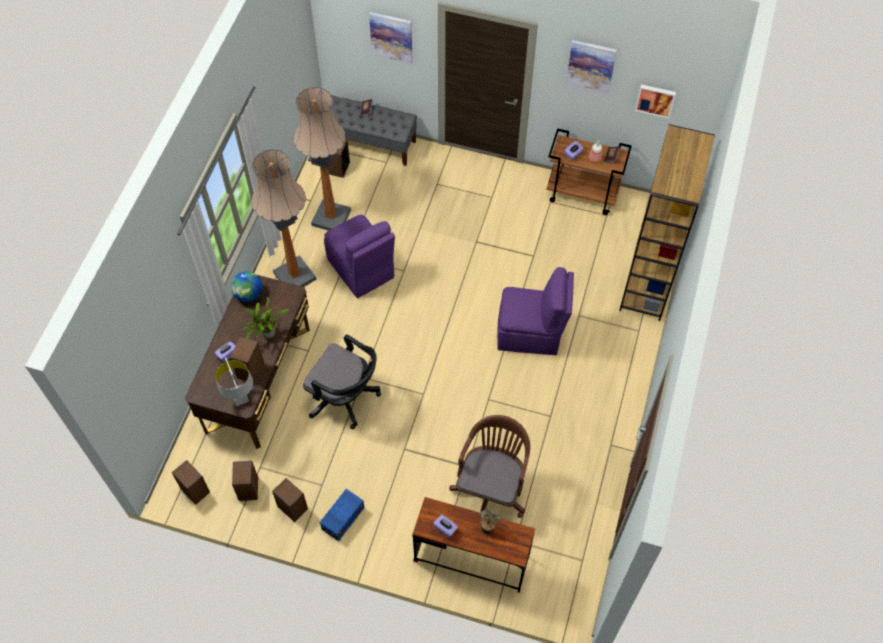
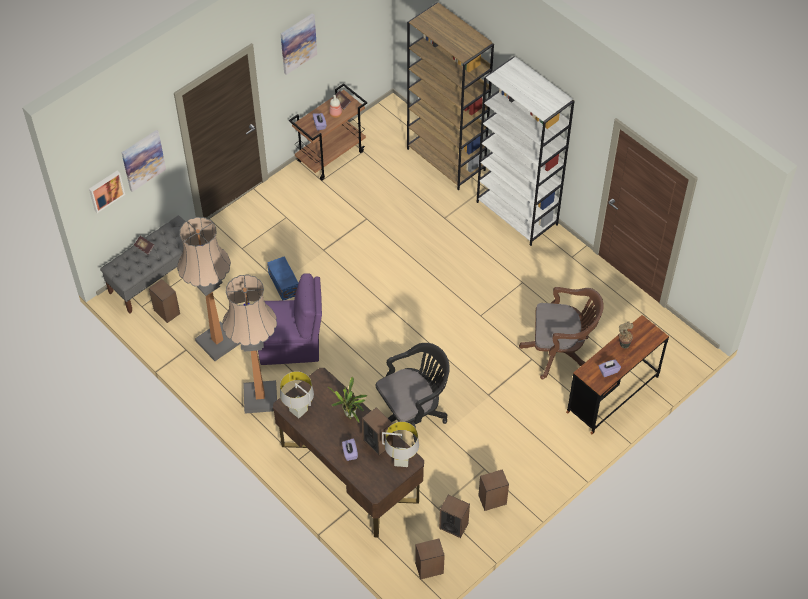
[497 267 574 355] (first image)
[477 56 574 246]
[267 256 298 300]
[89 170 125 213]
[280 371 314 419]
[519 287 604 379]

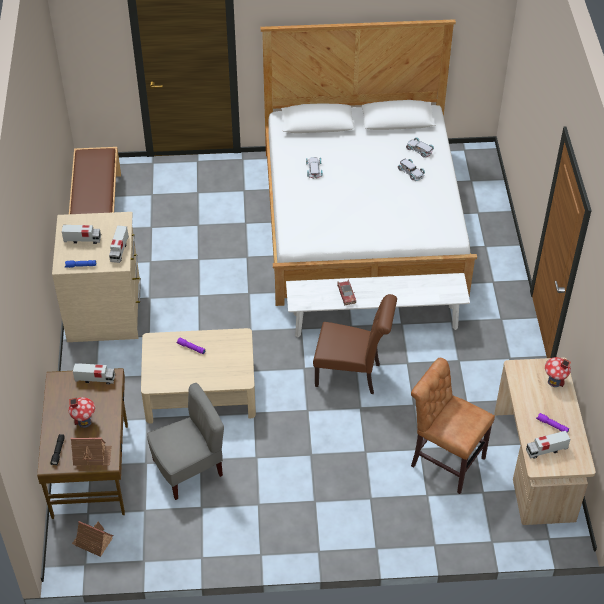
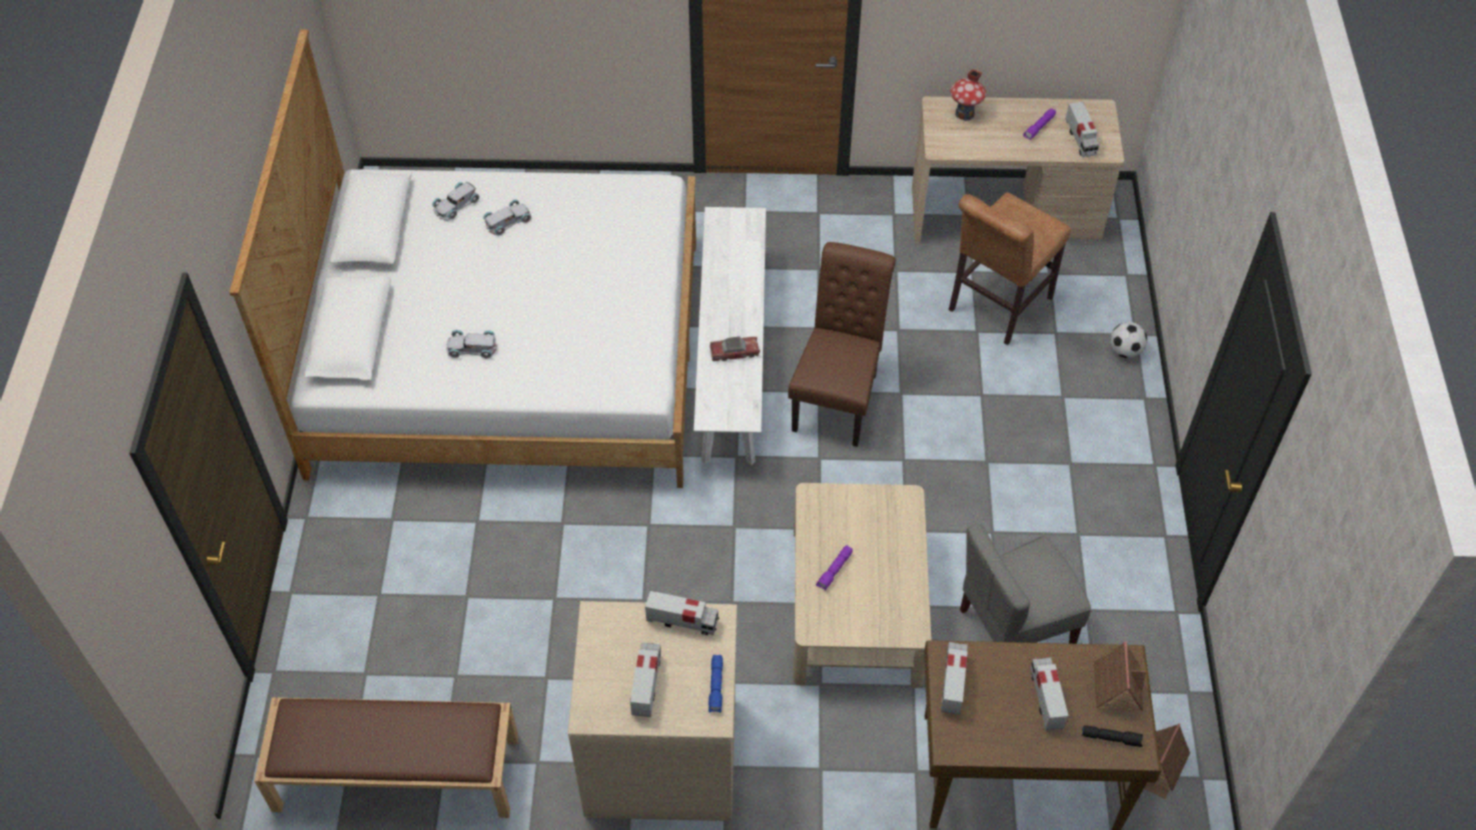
[1110 322 1147 358]
[1030 657 1068 731]
[960 523 1091 644]

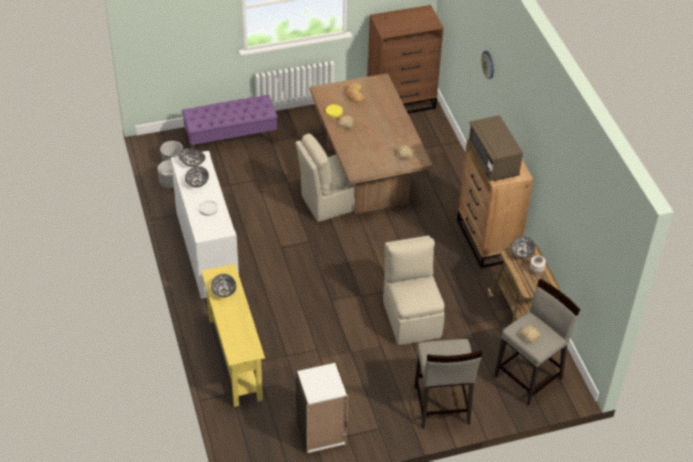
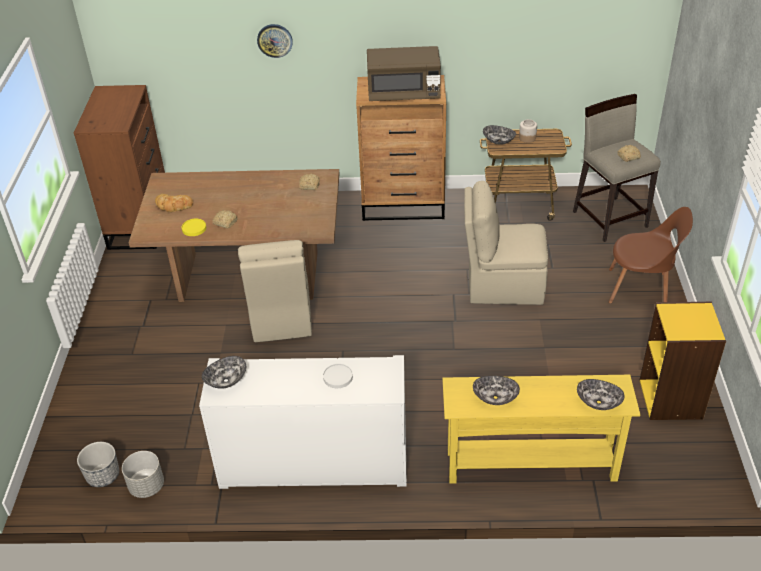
[182 95 277 149] (first image)
[577 379 625 410]
[608 207 693 304]
[640 302 726 420]

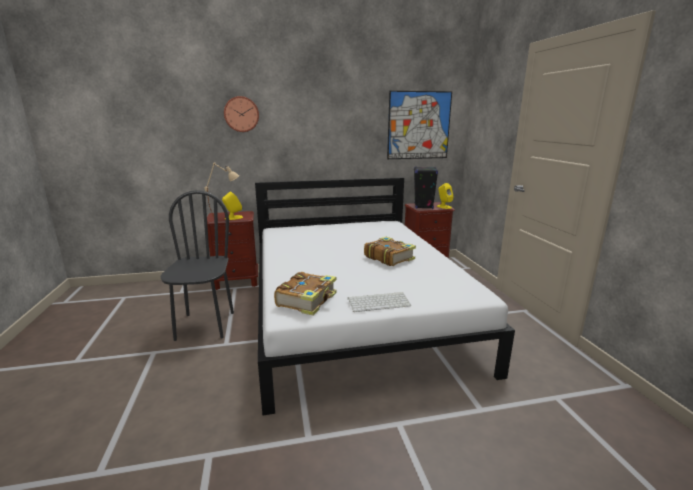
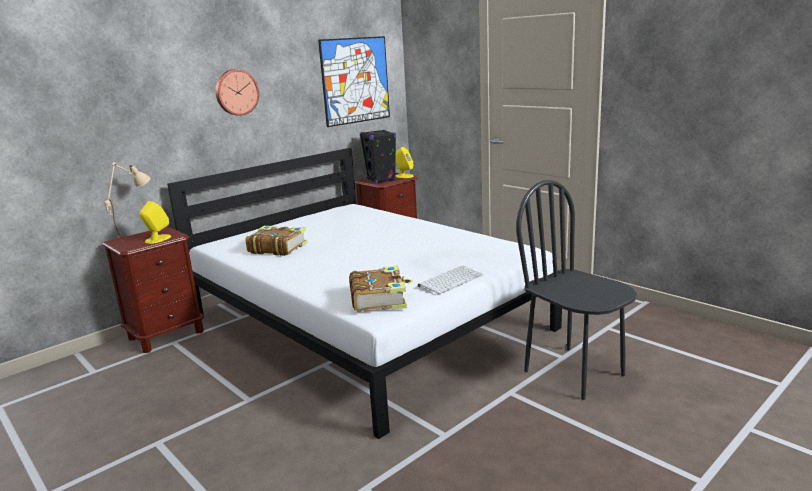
[516 180 637 400]
[216 69 259 116]
[246 225 308 256]

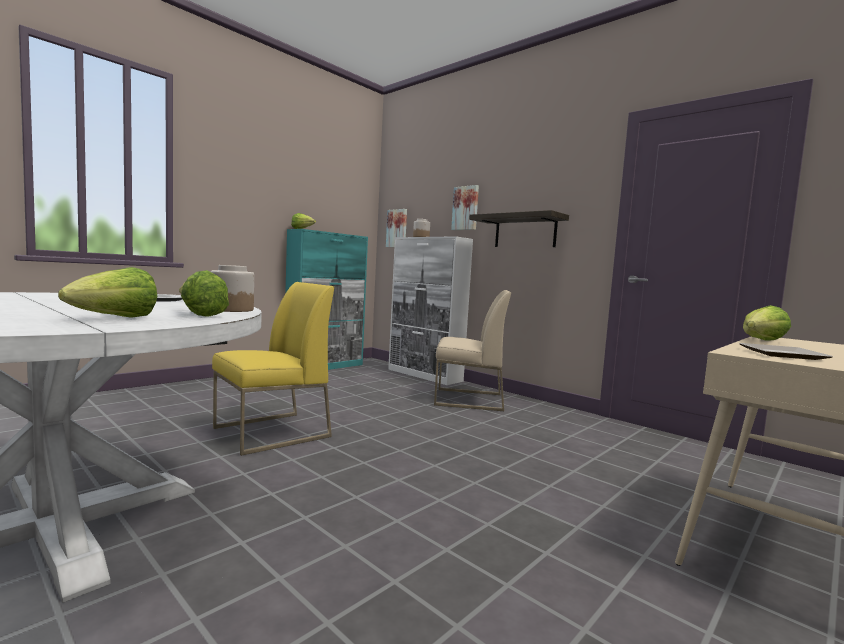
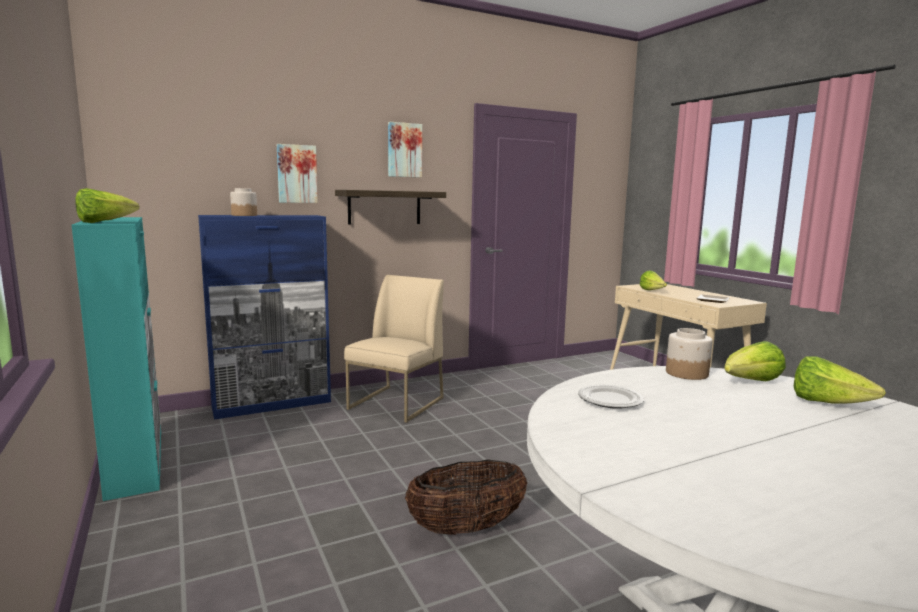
[388 122 422 178]
[405 459 527 535]
[198 215 331 420]

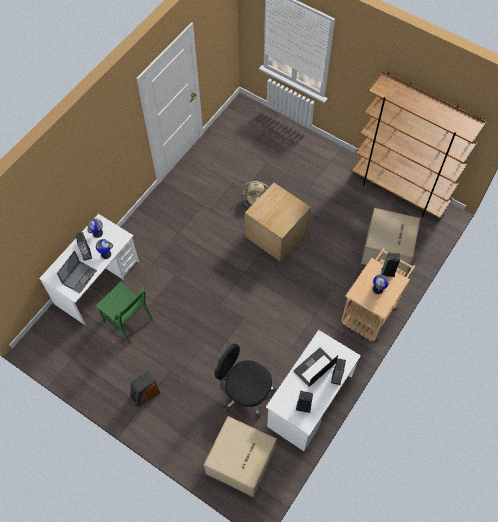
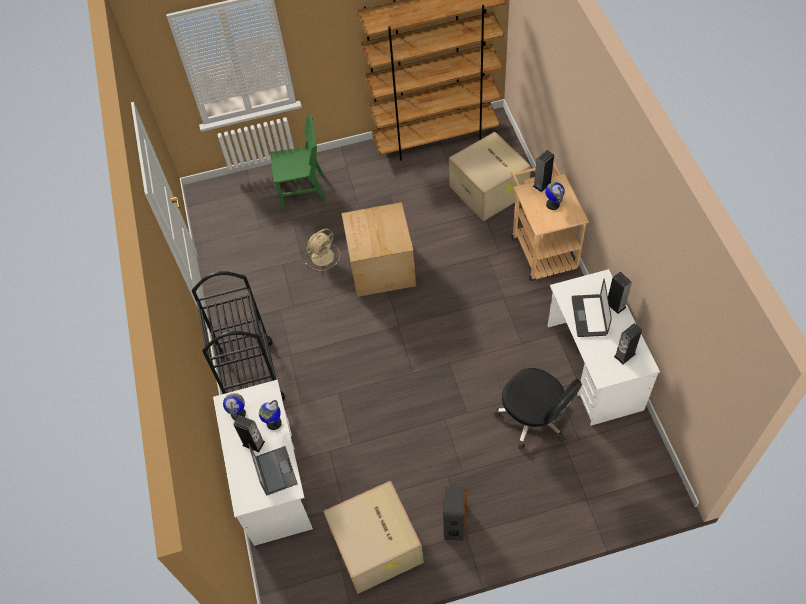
[192 271 285 400]
[270 114 327 209]
[323 481 424 594]
[494 368 582 450]

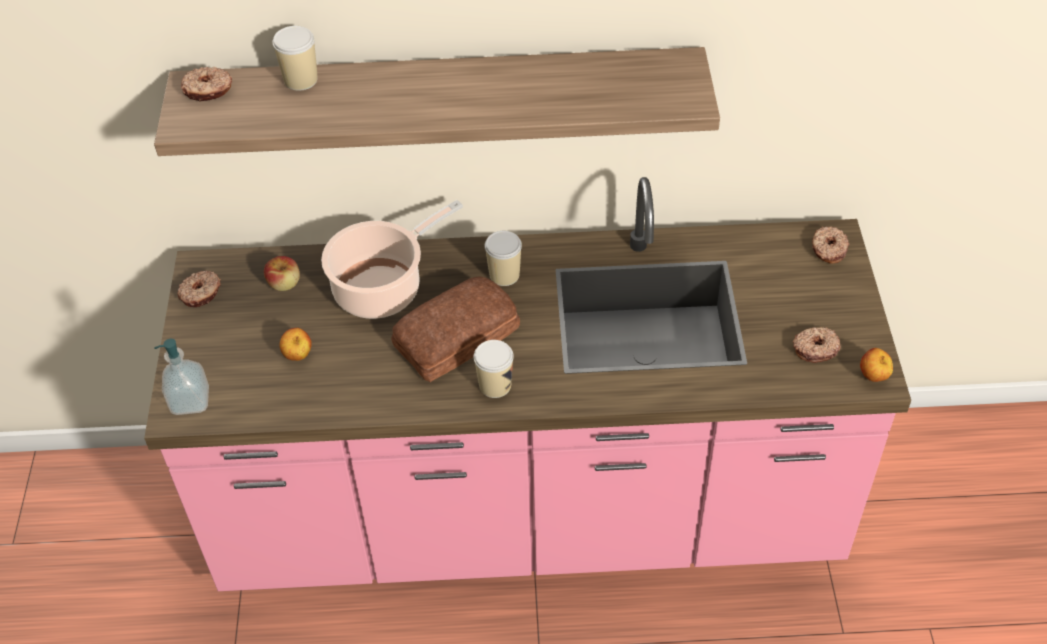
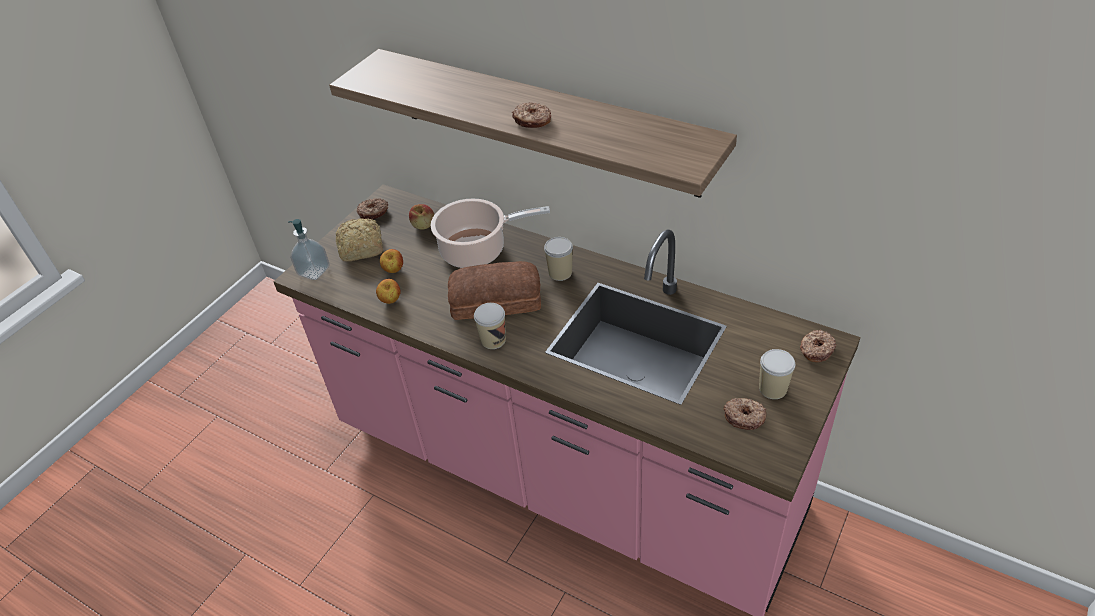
[336 218 383 261]
[512 102 551 128]
[759 349 795 399]
[376 279 401 304]

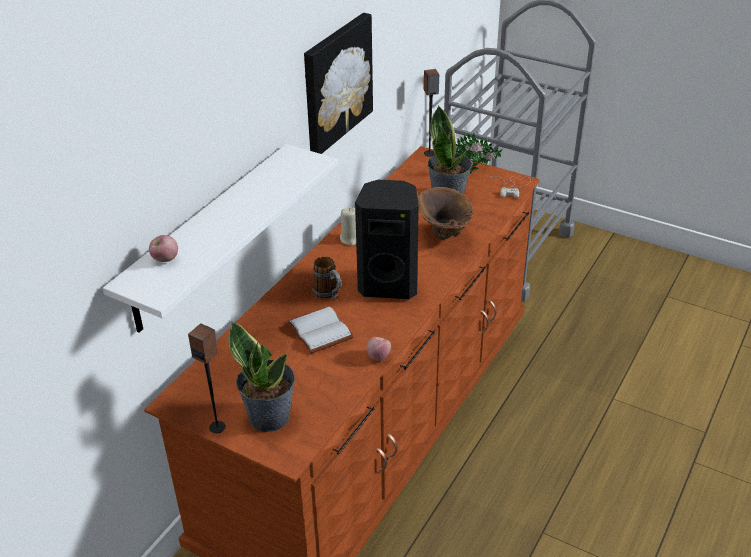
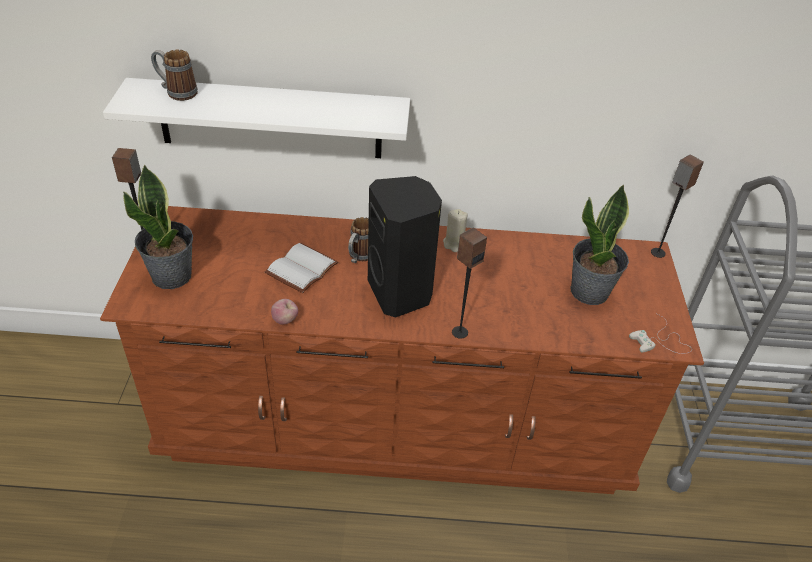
[304 13 373 154] (first image)
[417 187 474 239] (first image)
[456 133 502 174] (first image)
[452 228 487 339]
[151 49 198 101]

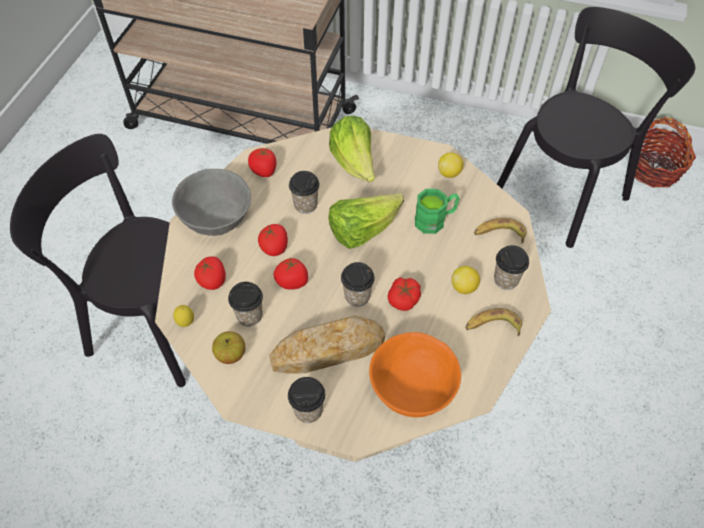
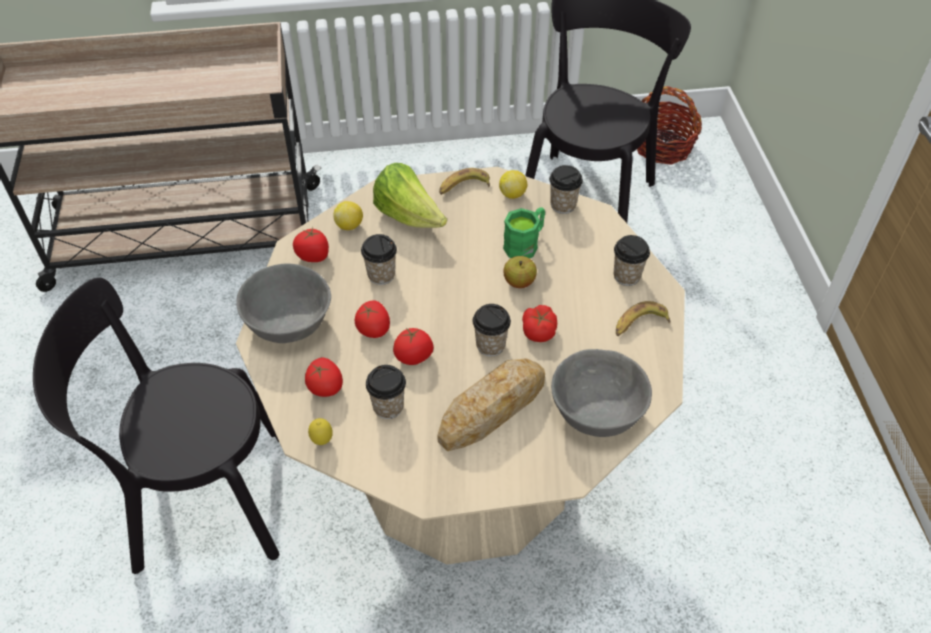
[328 193 404 249] (first image)
[503 256 537 288]
[549 165 583 214]
[333 201 363 230]
[439 168 490 195]
[551 349 652 437]

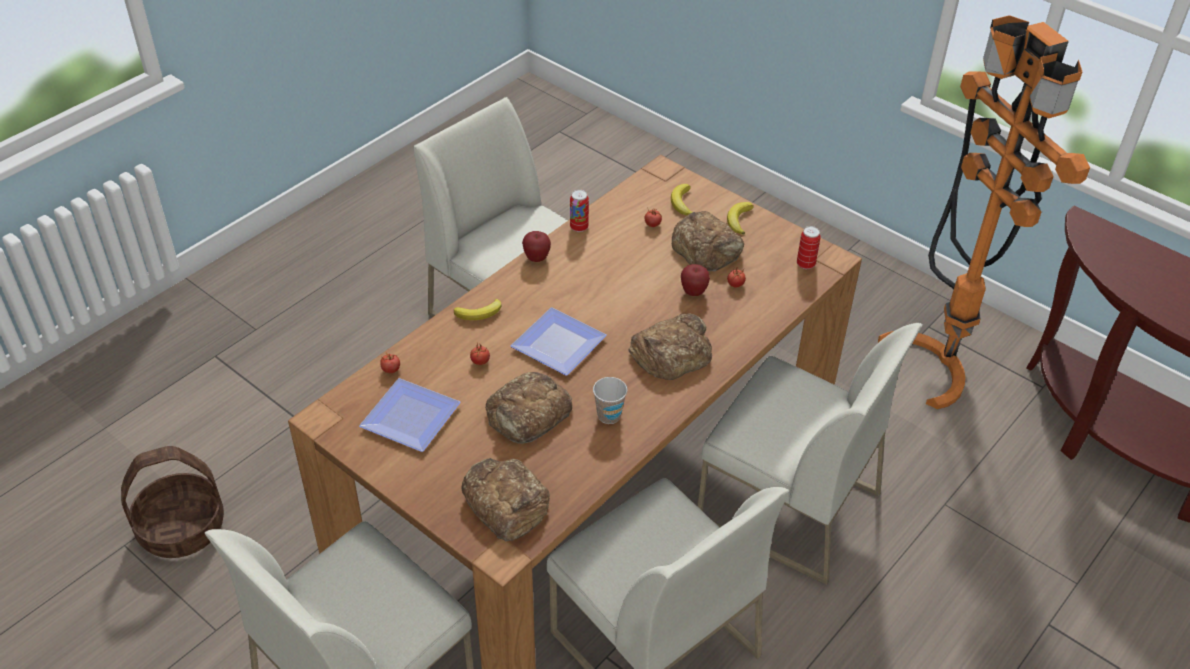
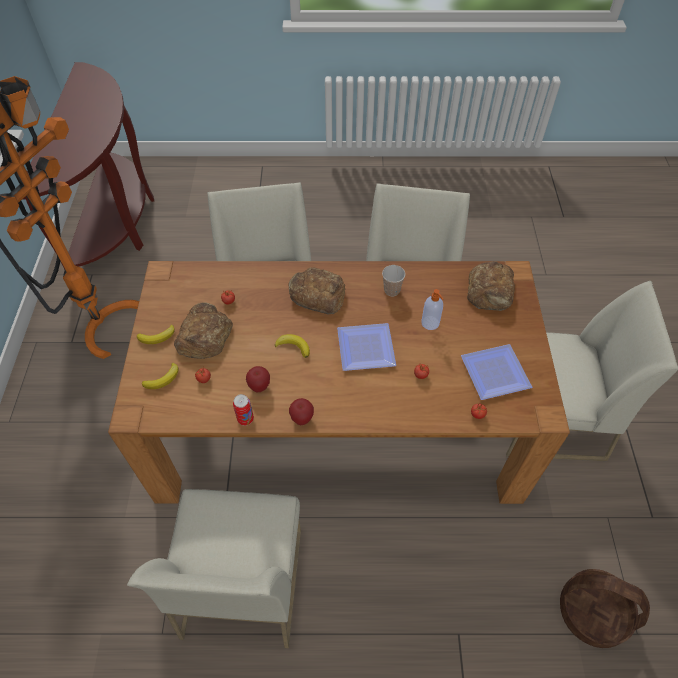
[797 226 821 269] (first image)
[275 334 310 358]
[246 366 270 392]
[421 289 443 330]

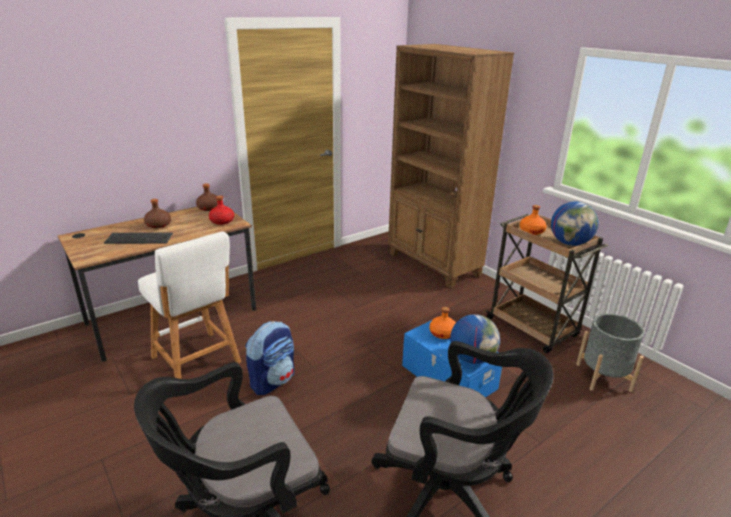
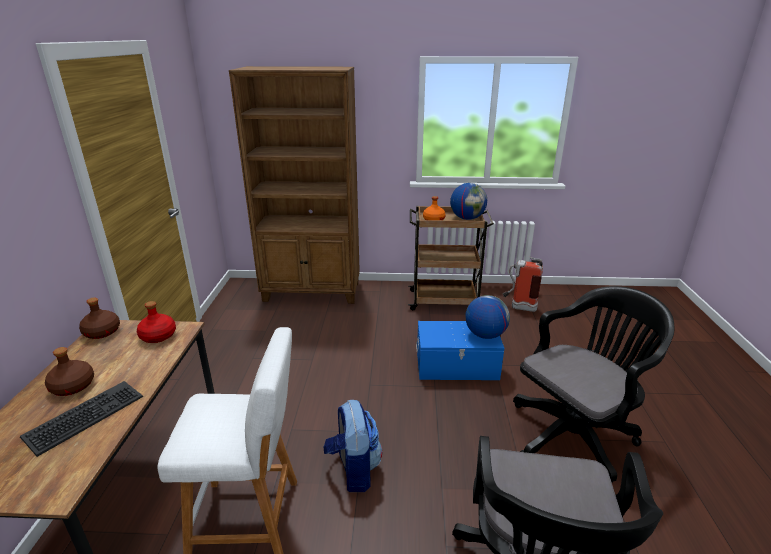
[430 307 456 339] (first image)
[502 256 543 312]

